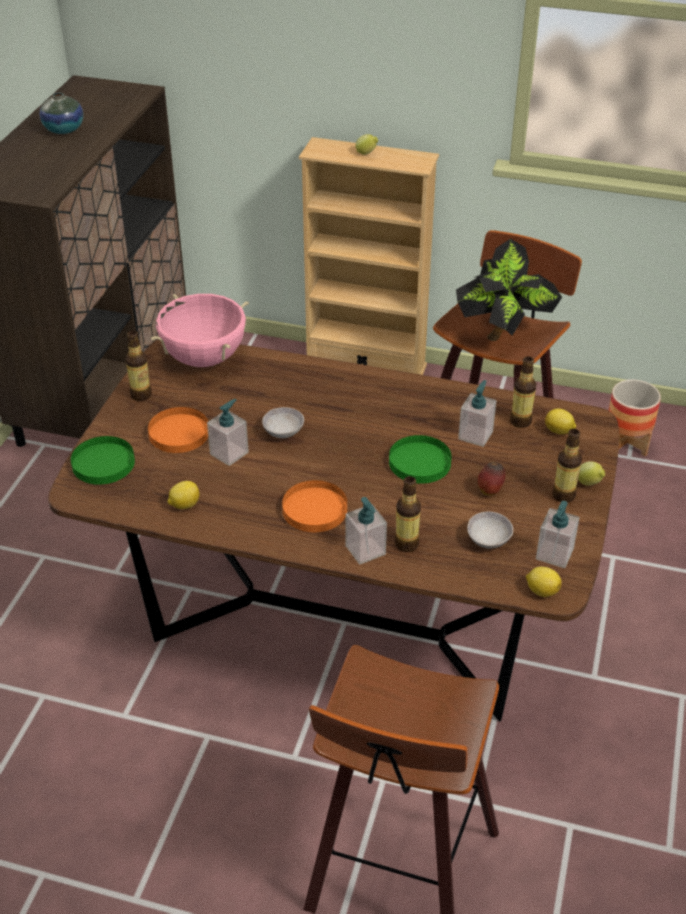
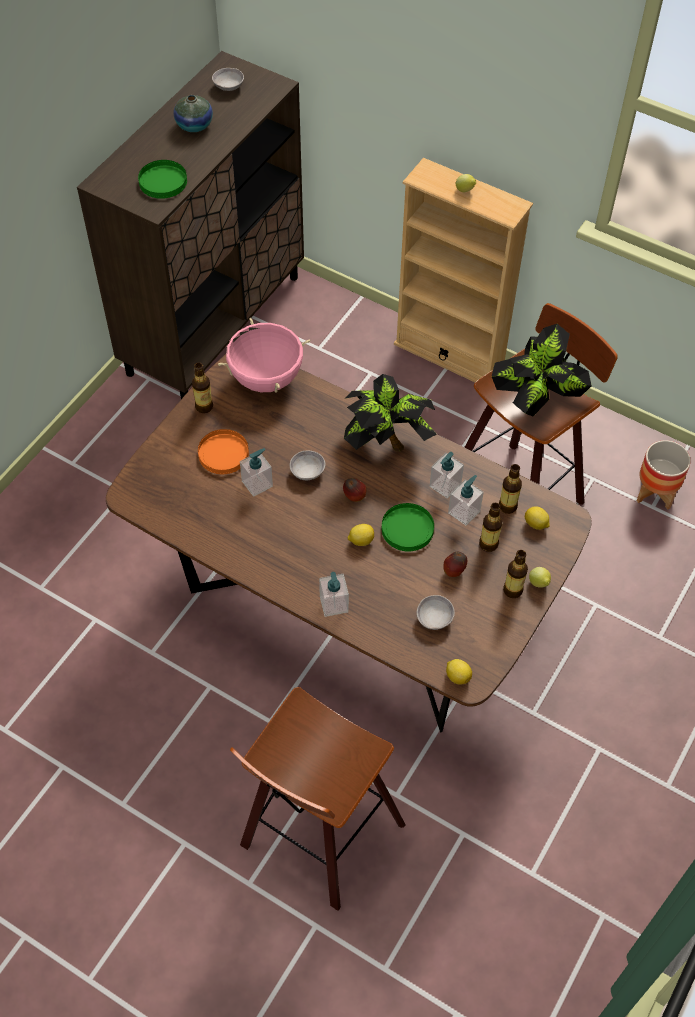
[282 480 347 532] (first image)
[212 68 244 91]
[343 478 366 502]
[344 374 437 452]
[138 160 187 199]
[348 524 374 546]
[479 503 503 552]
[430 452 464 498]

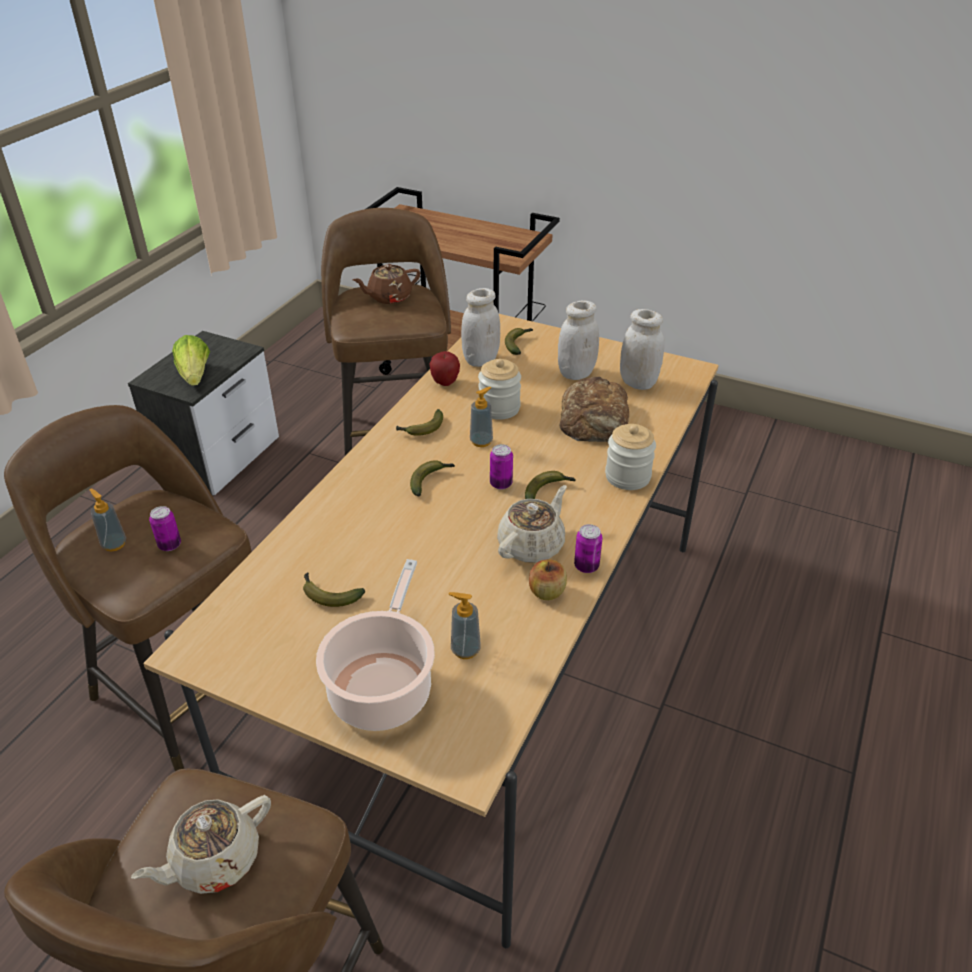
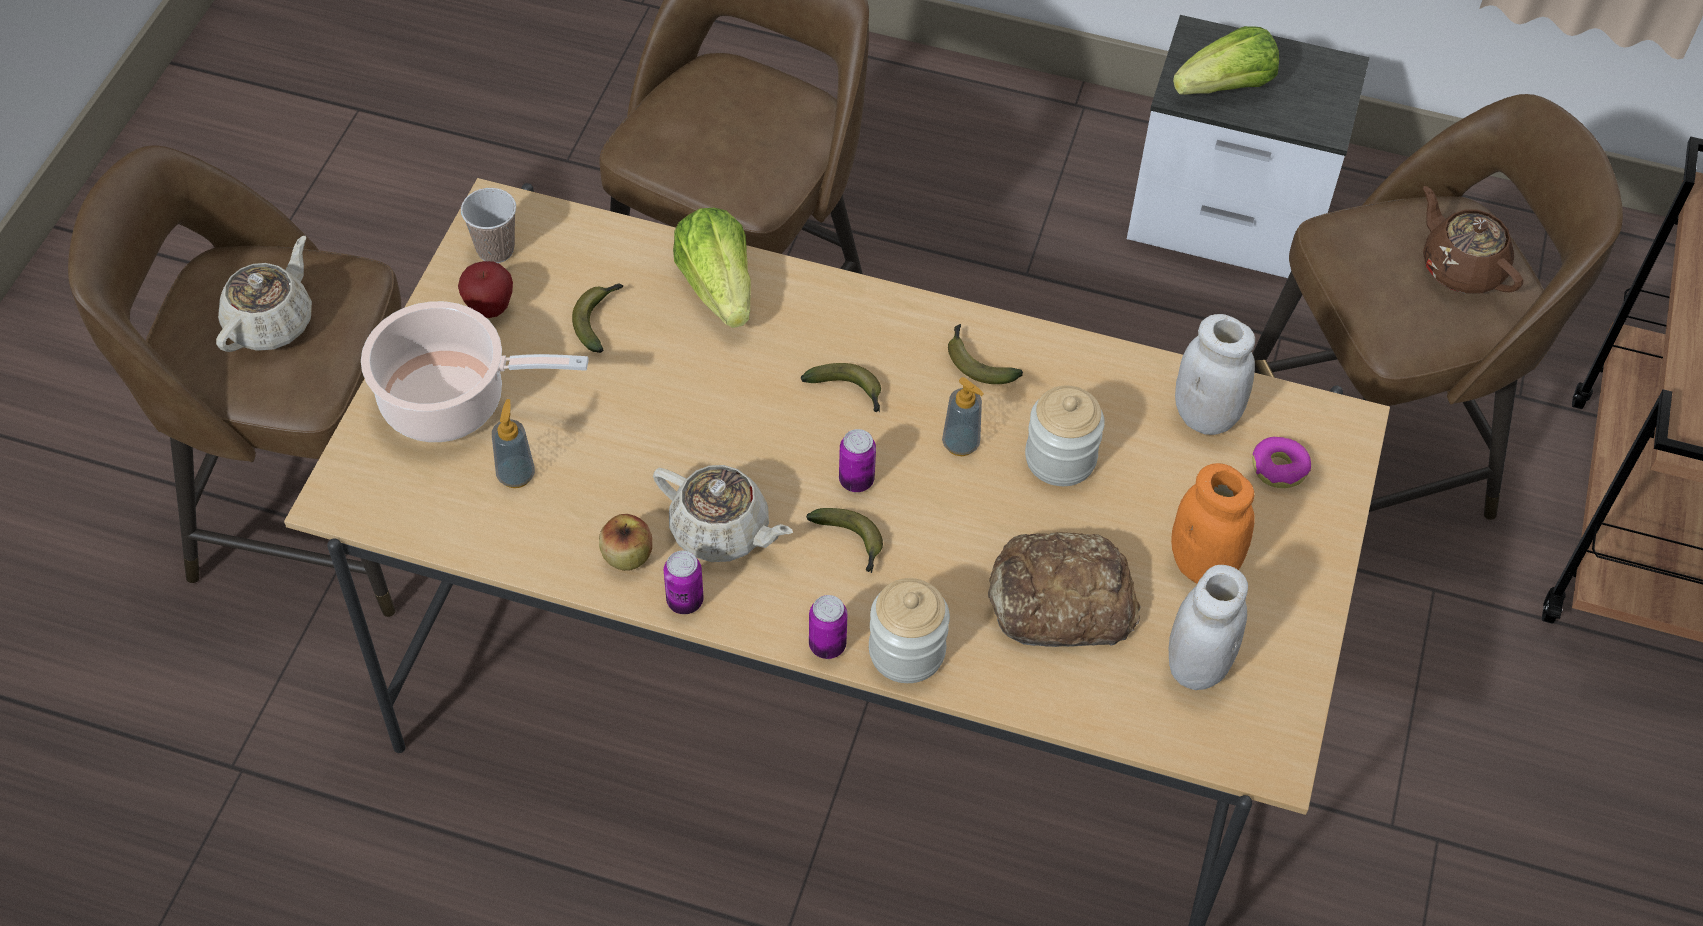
[89 488 126 551] (first image)
[461 188 516 263]
[673 208 751 328]
[809 595 848 659]
[458 261 513 318]
[1252 437 1311 488]
[1171 463 1255 584]
[216 236 312 352]

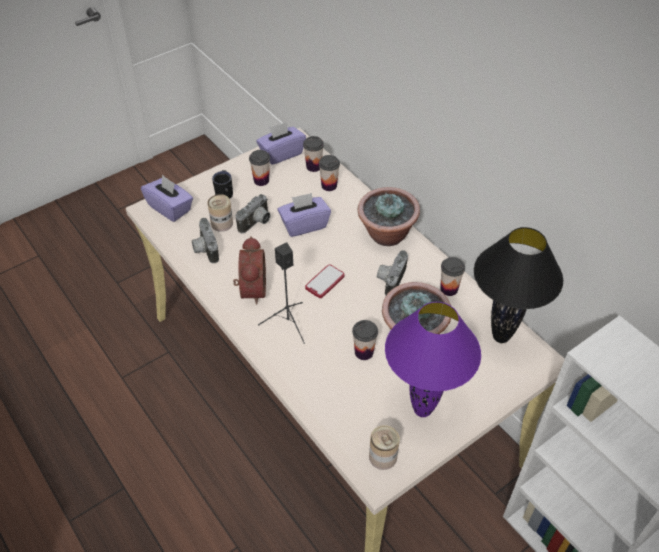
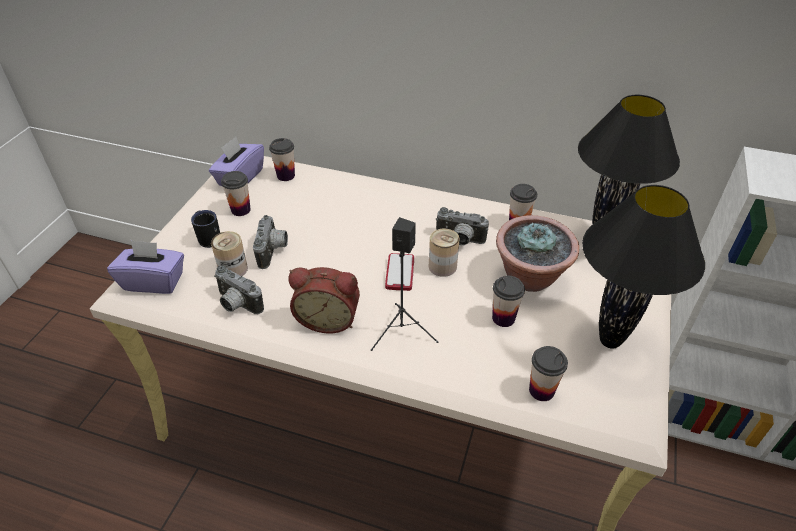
[278 193 331 237] (first image)
[358 187 420 246] (first image)
[529 346 568 401]
[429 229 459 277]
[582 185 705 349]
[288 267 360 333]
[436 207 489 245]

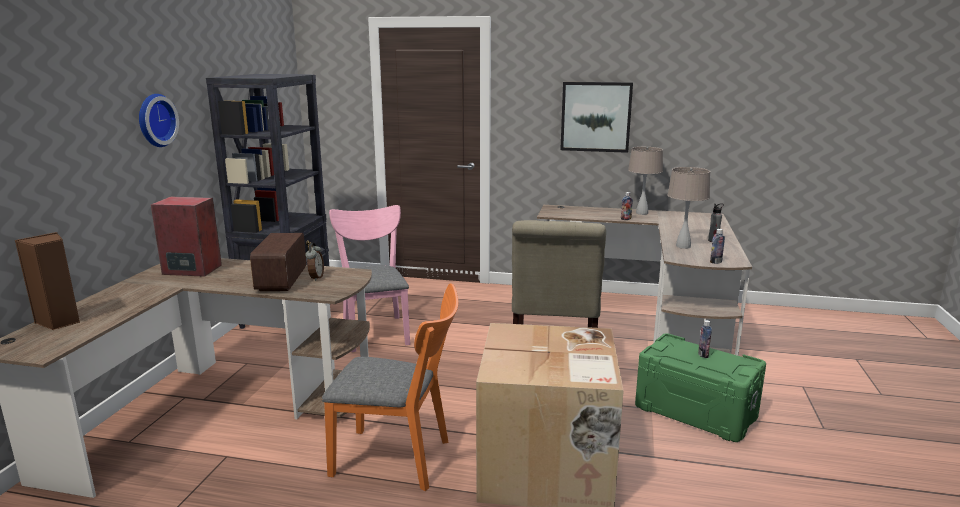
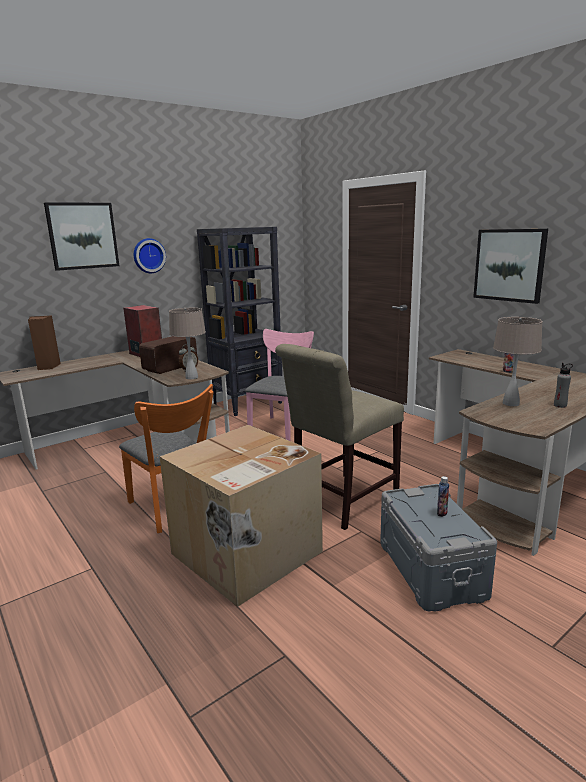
[710 229 725 264] (first image)
[44 203 119 271]
[169 308 206 380]
[380 484 497 612]

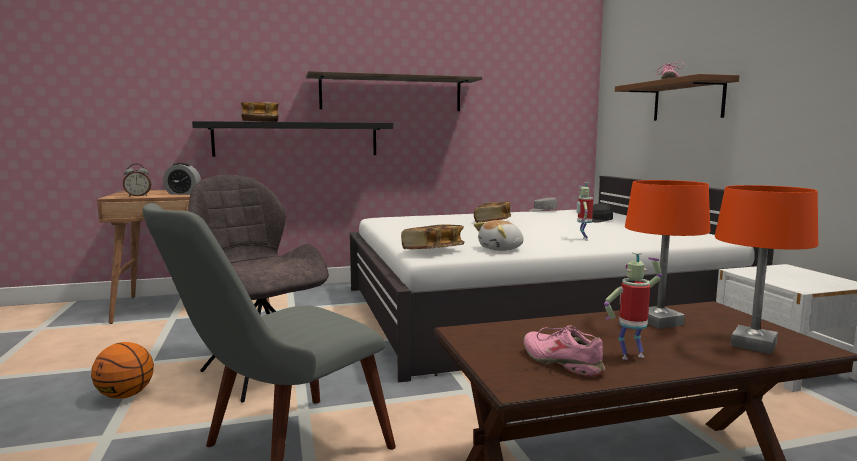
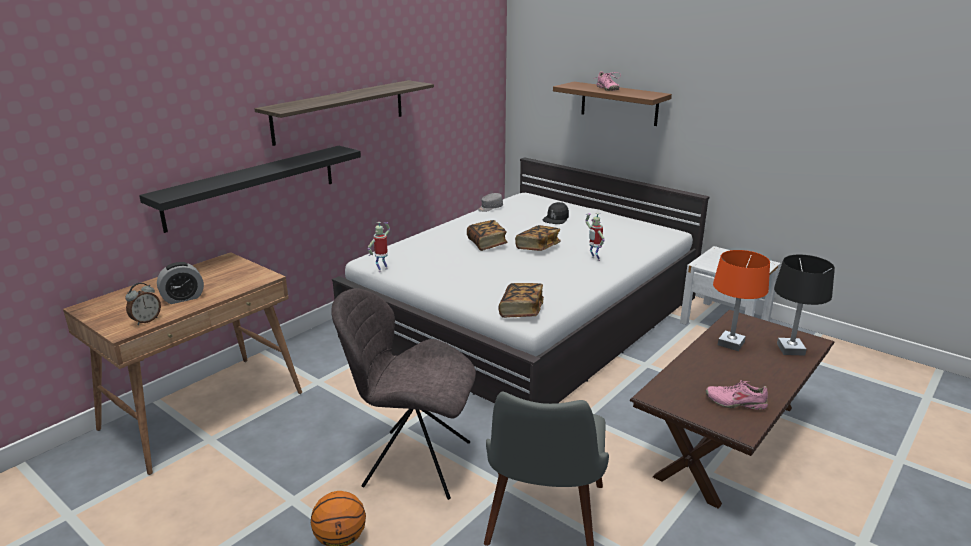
[474 220 523 251] (first image)
[515 225 561 251]
[368 222 390 272]
[774 254 835 356]

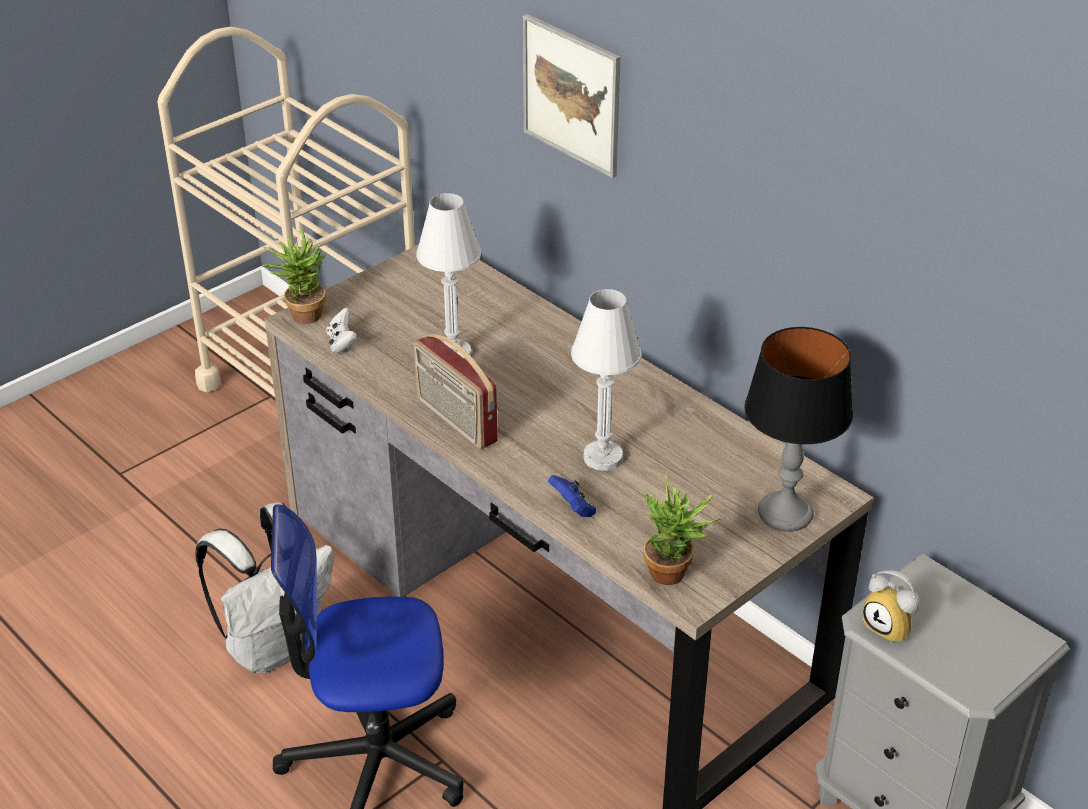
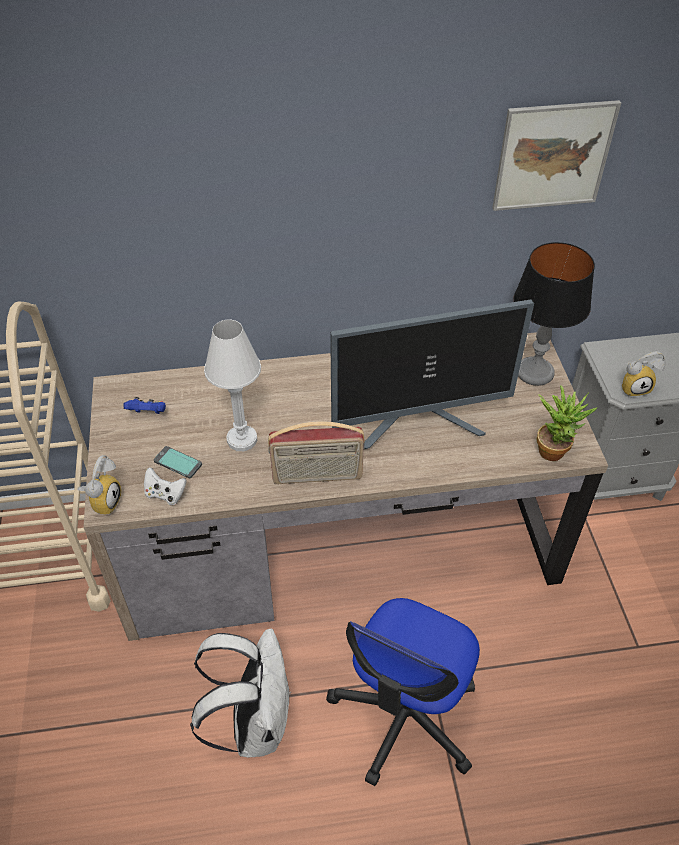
[154 446 202 478]
[492 100 621 211]
[123 397 166 414]
[77 455 121 515]
[330 299 534 450]

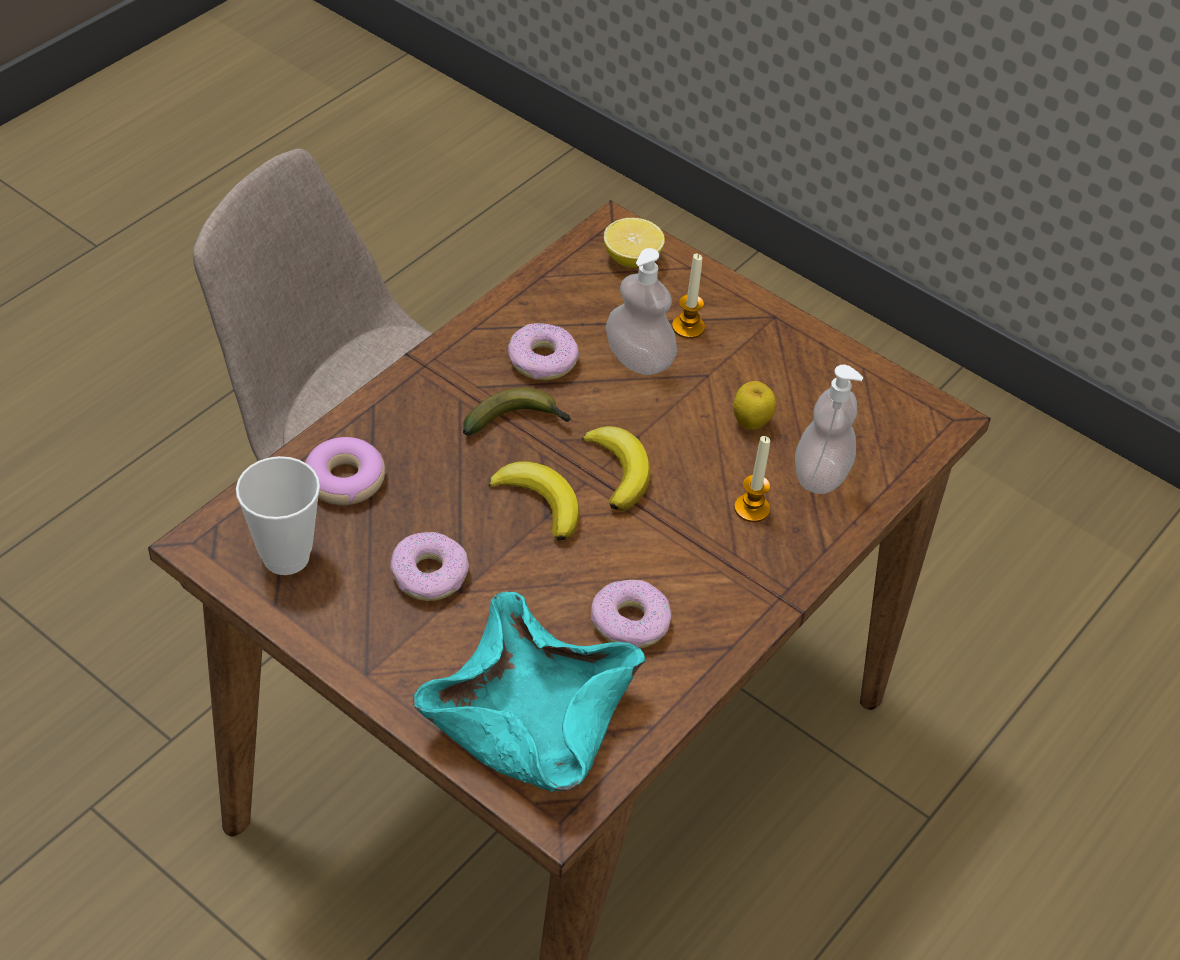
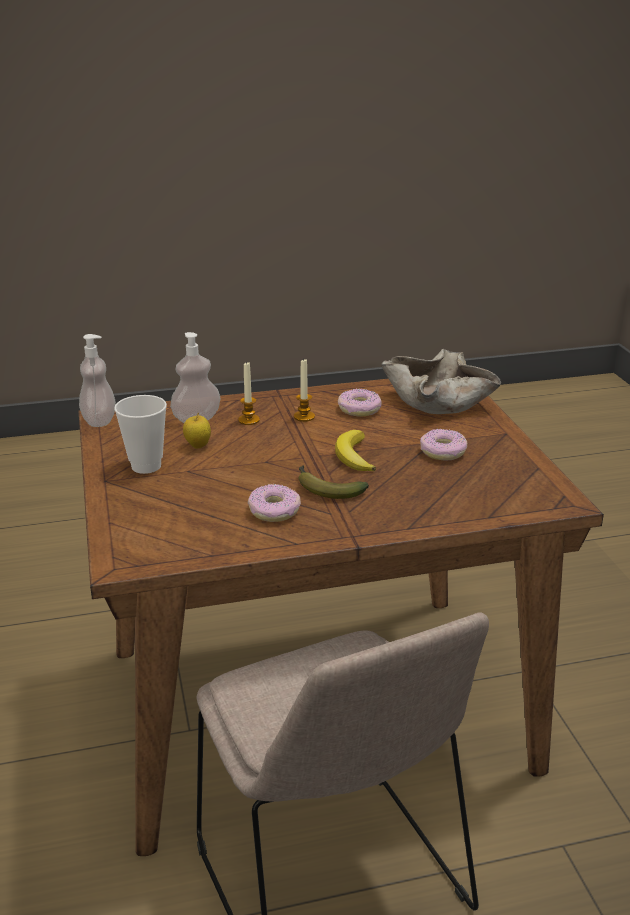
[305 437 385 505] (first image)
[582 426 651 511] (first image)
[604 218 665 268] (first image)
[114 395 167 474]
[79 334 116 427]
[294 360 315 422]
[381 349 501 414]

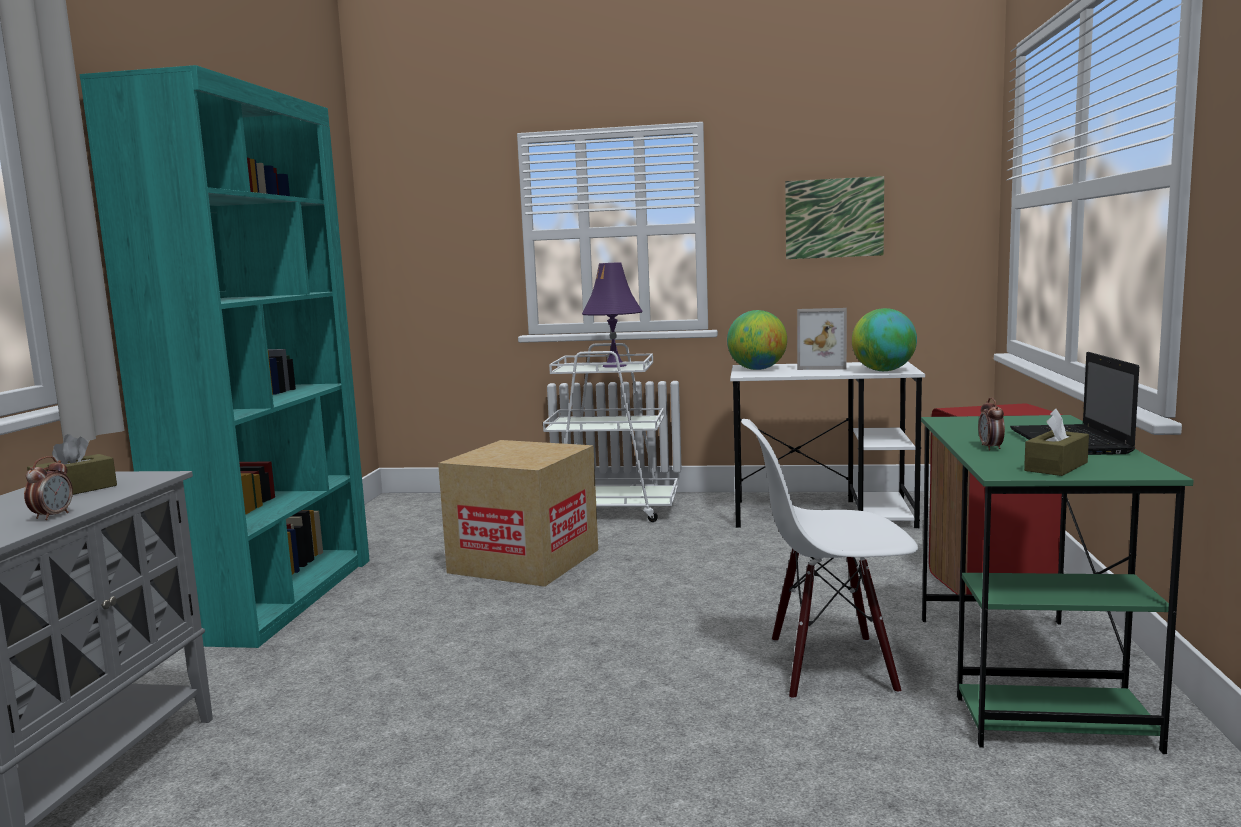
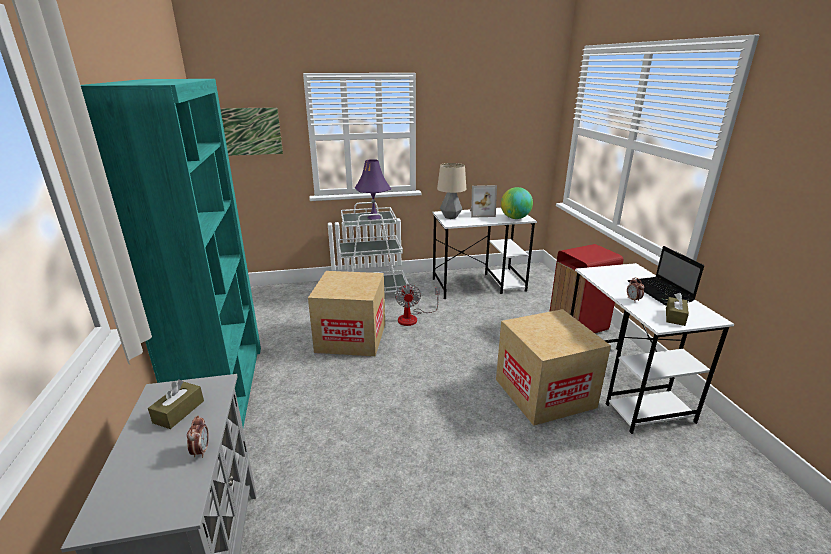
[395 284 440 326]
[220 107 283 156]
[437 163 466 219]
[496 309 611 426]
[570 263 734 434]

